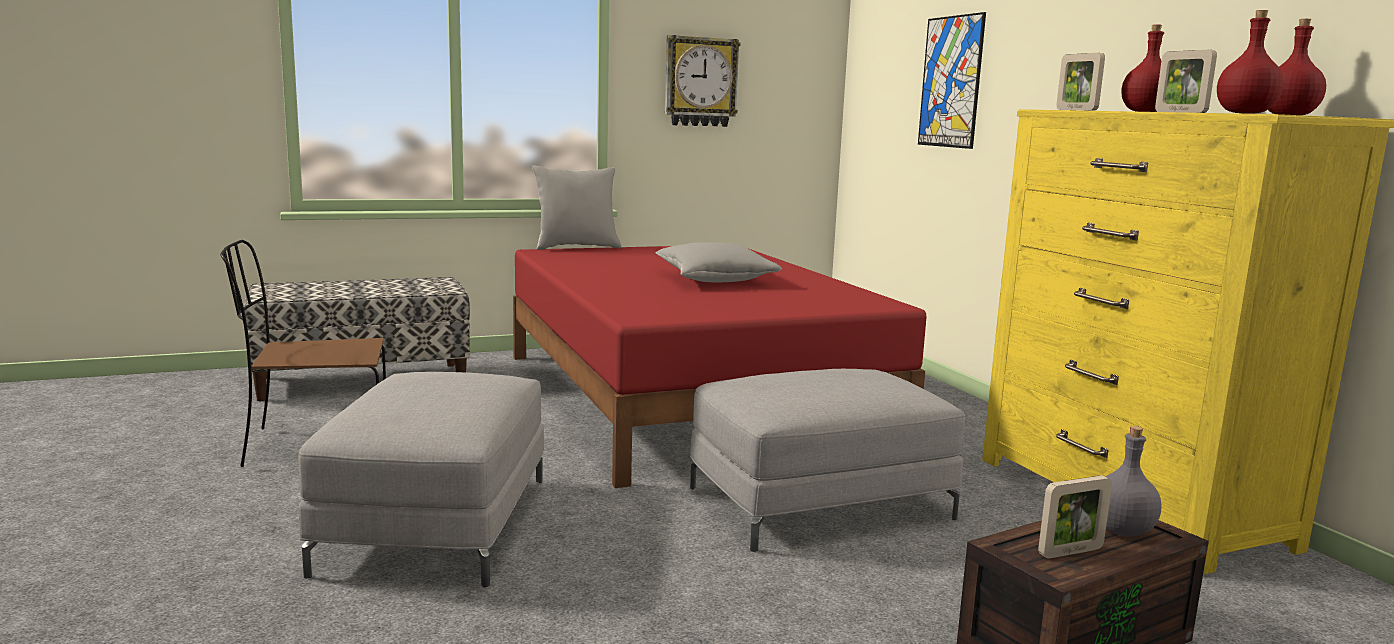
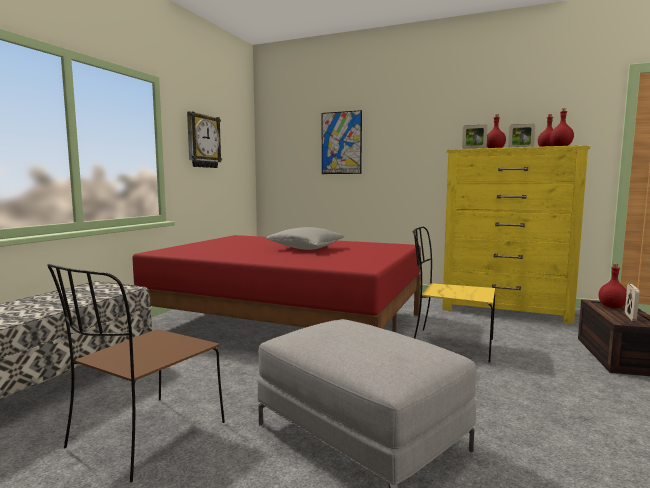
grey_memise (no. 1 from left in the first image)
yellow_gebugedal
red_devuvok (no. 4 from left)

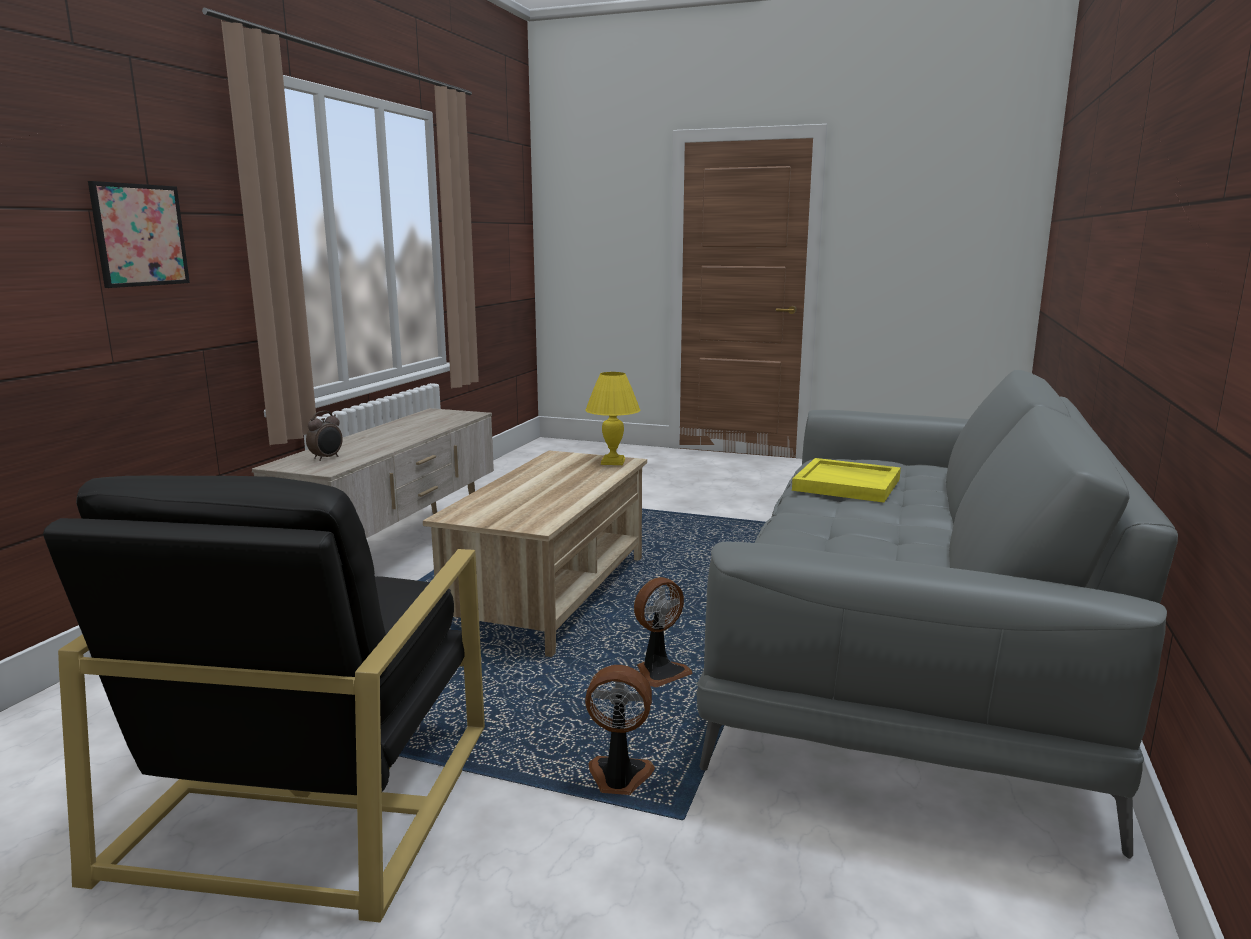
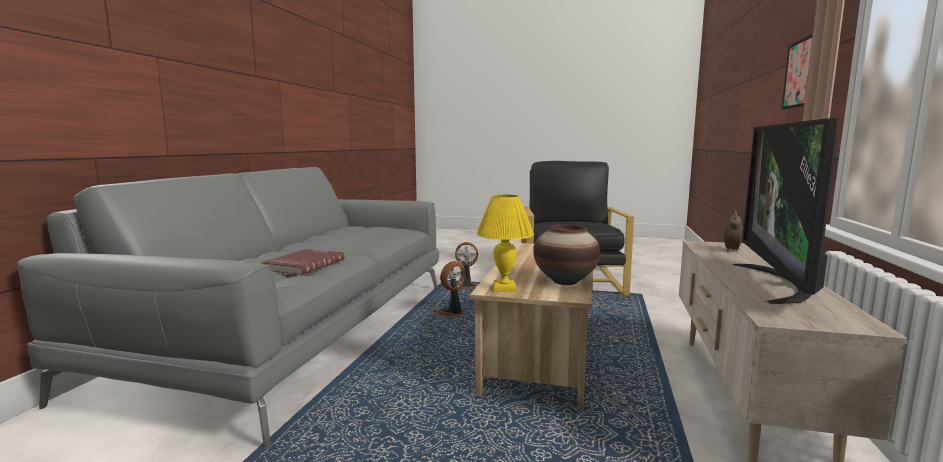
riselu
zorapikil
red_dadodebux

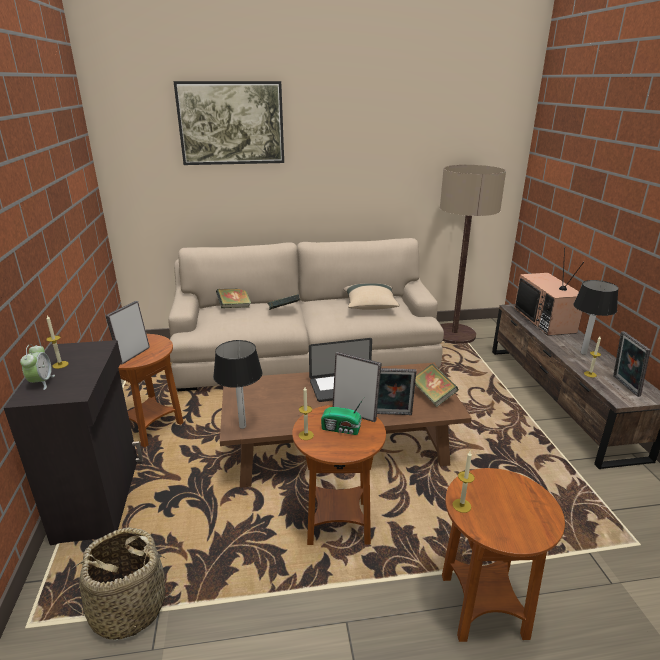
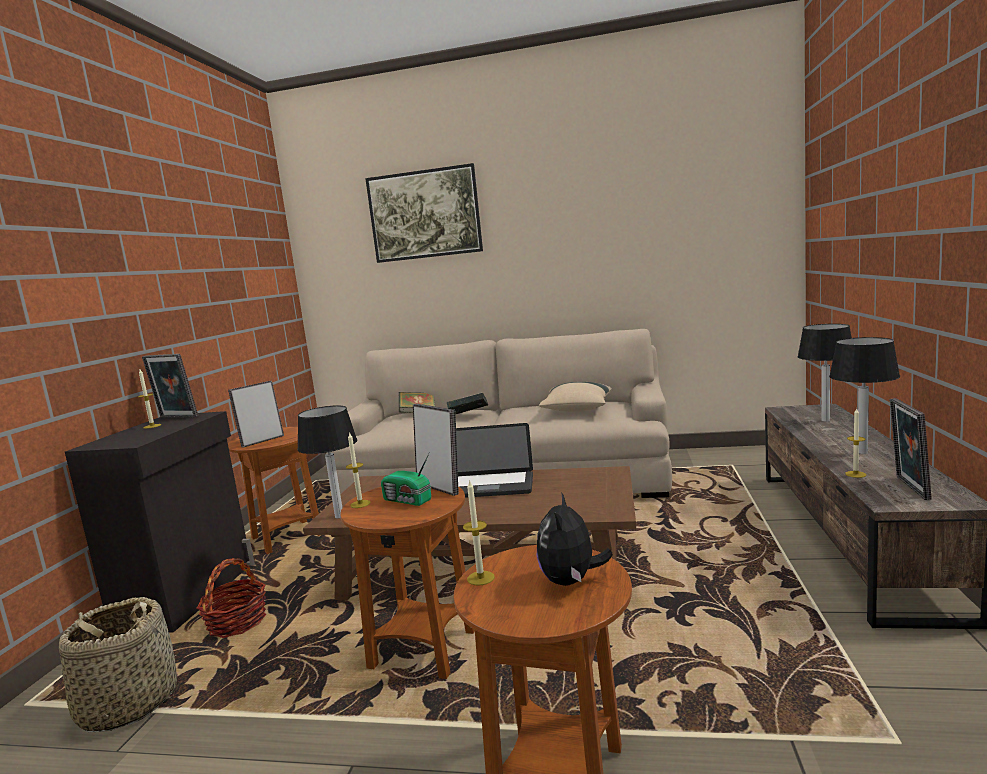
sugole
dadodebux (no. 3 from left in the first image)
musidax
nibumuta (no. 2 from left)
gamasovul
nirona (no. 1 from left)
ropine (no. 2 from left)

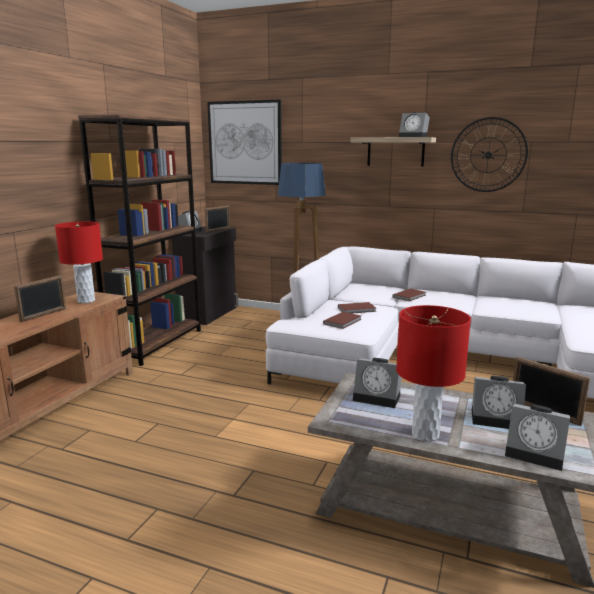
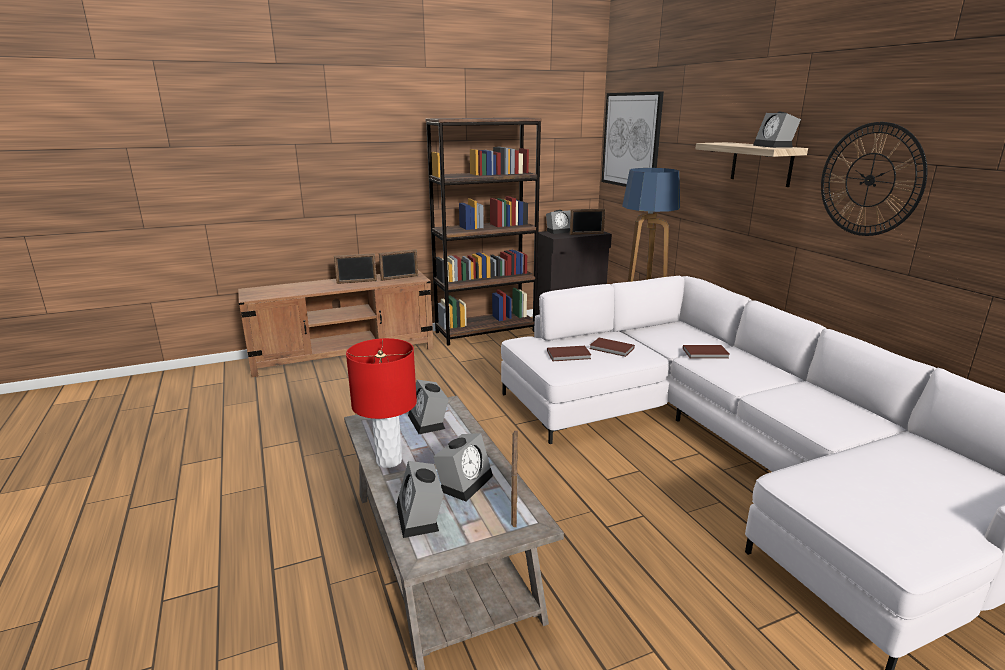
nirona (no. 2 from left)
sugole (no. 3 from left)

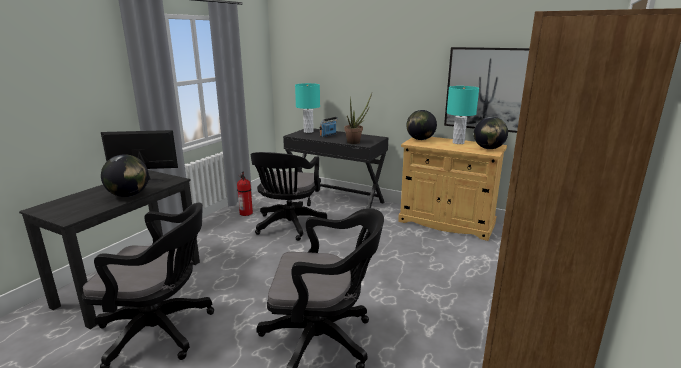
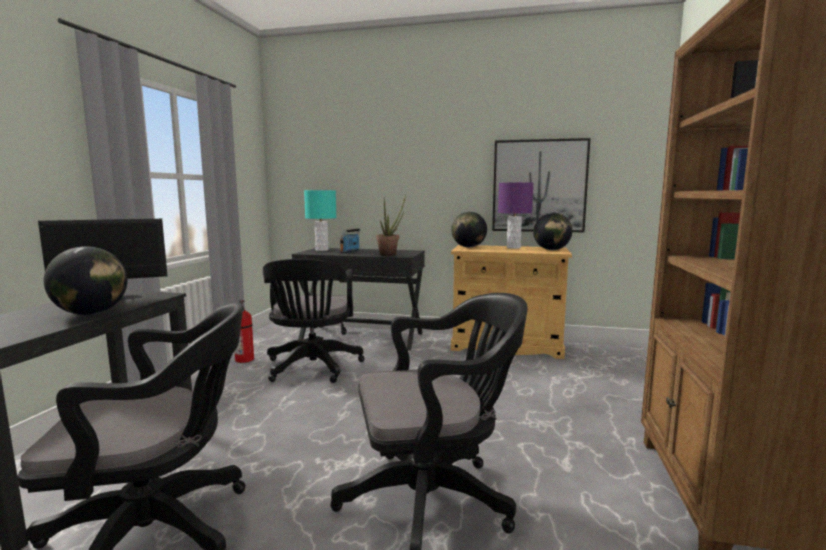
purple_ropine

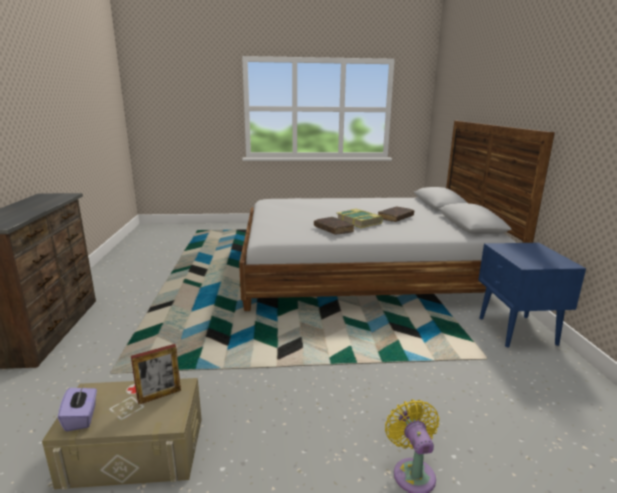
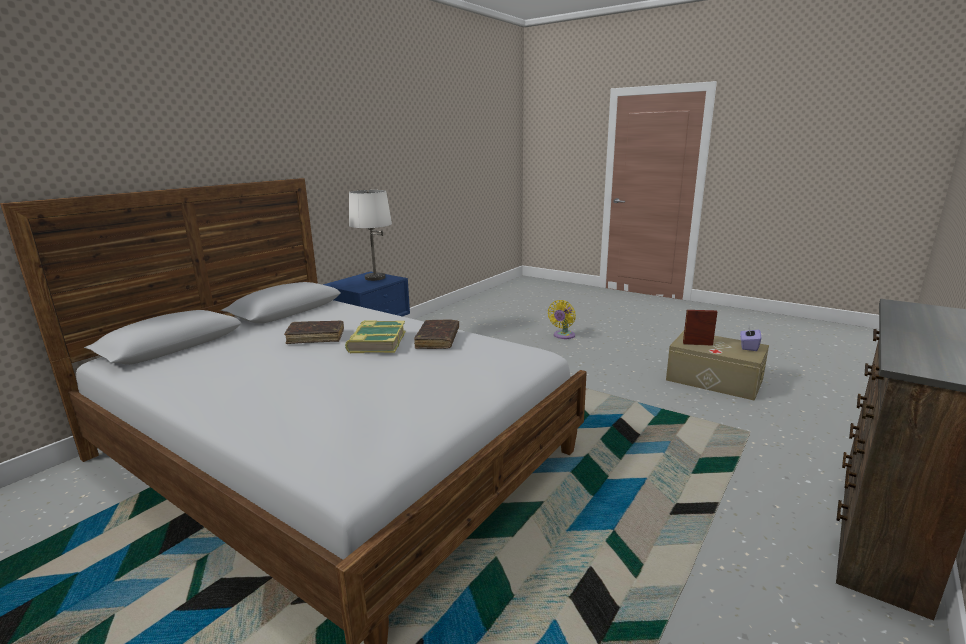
white_ropine

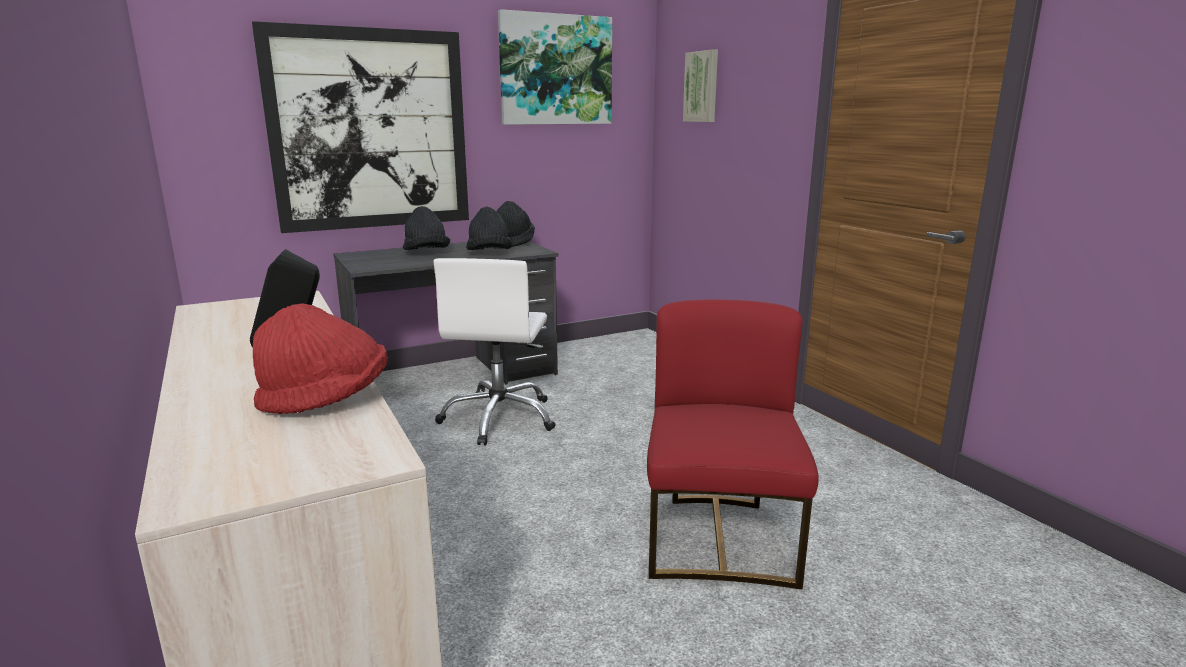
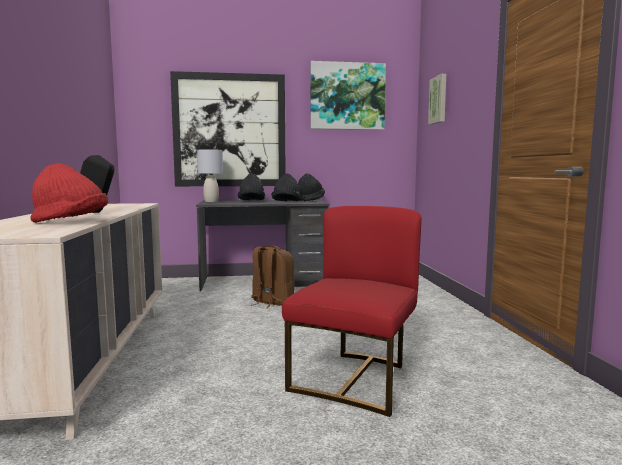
grey_ropine
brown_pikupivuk

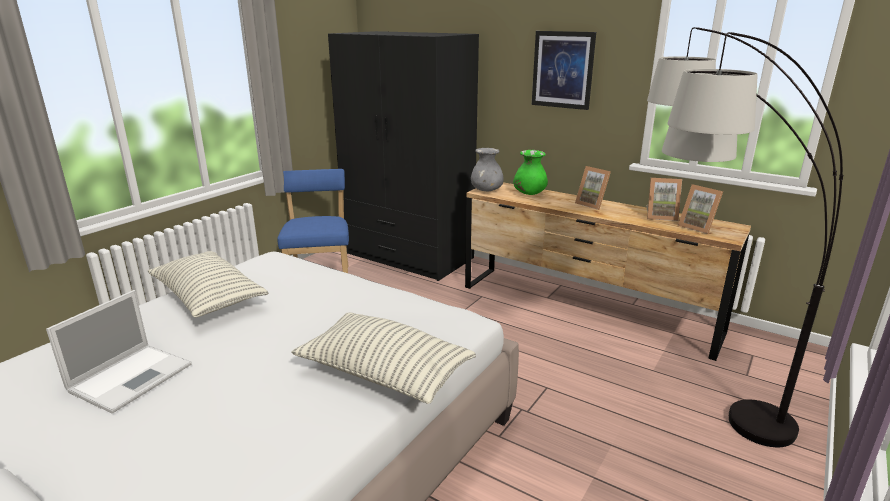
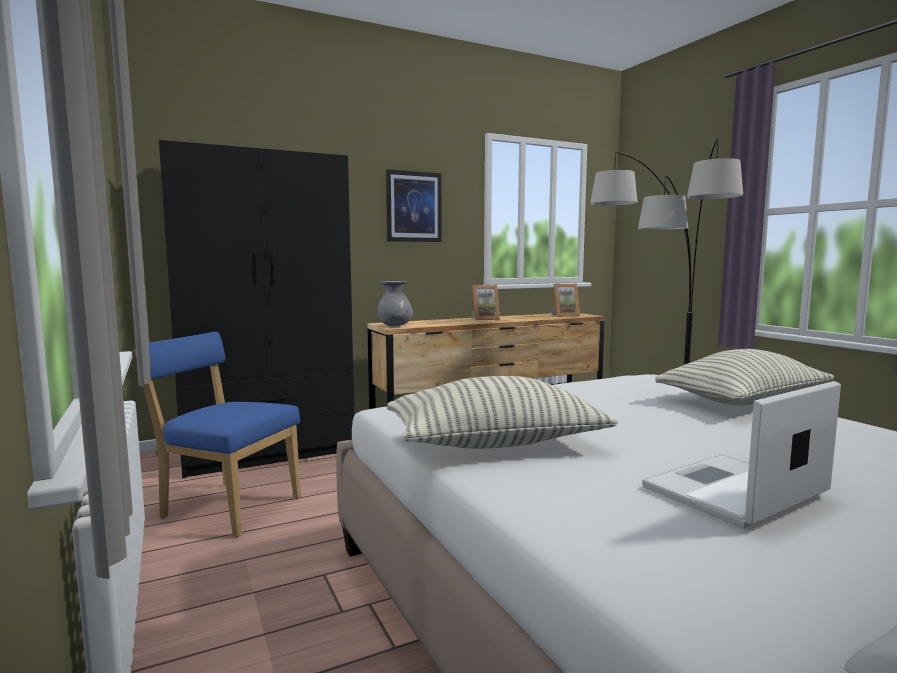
green_riselu
nirona (no. 2 from left in the first image)
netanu

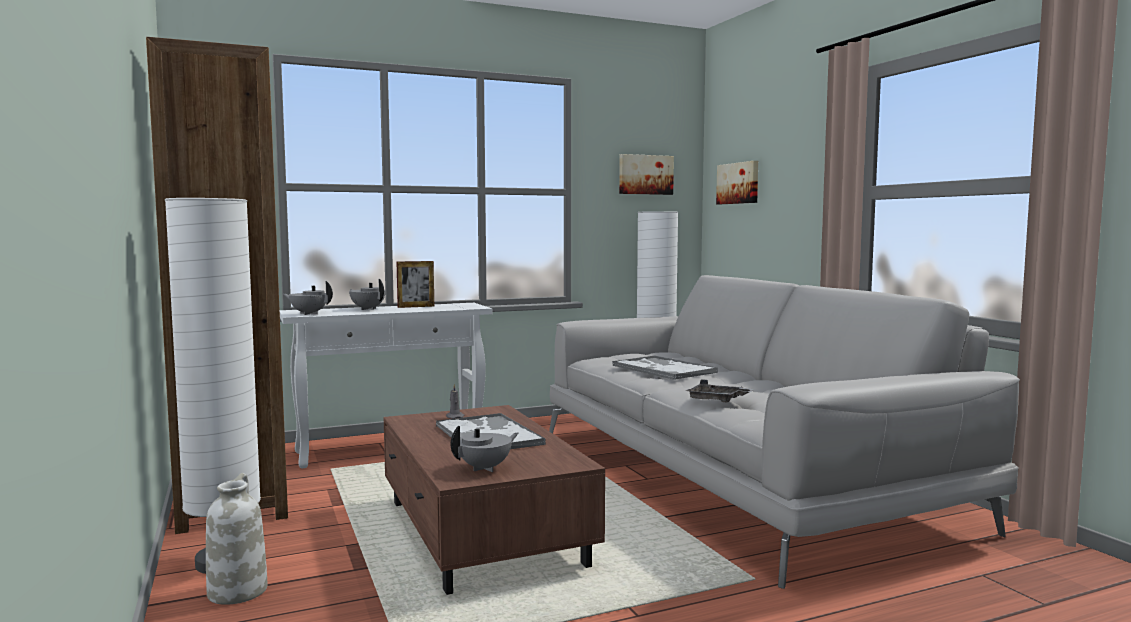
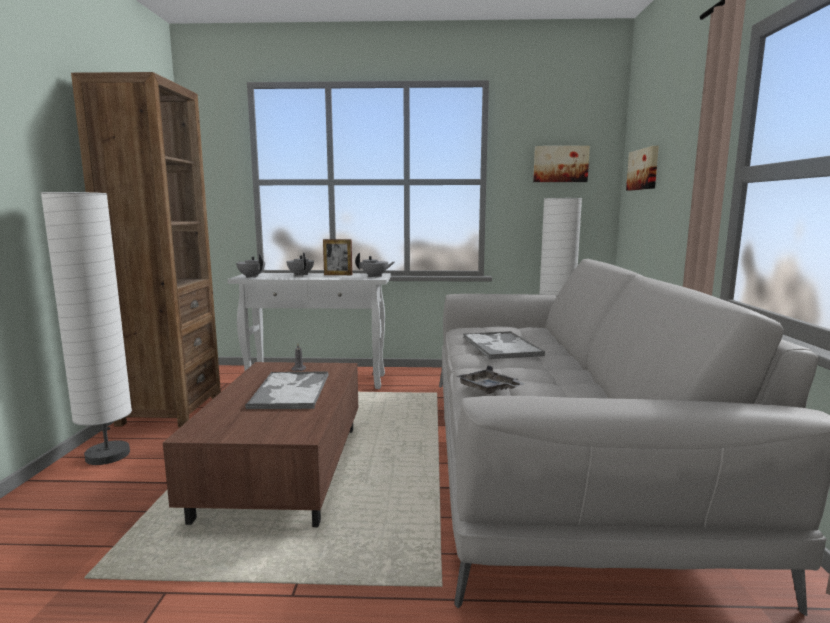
white_riselu
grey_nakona (no. 3 from left)

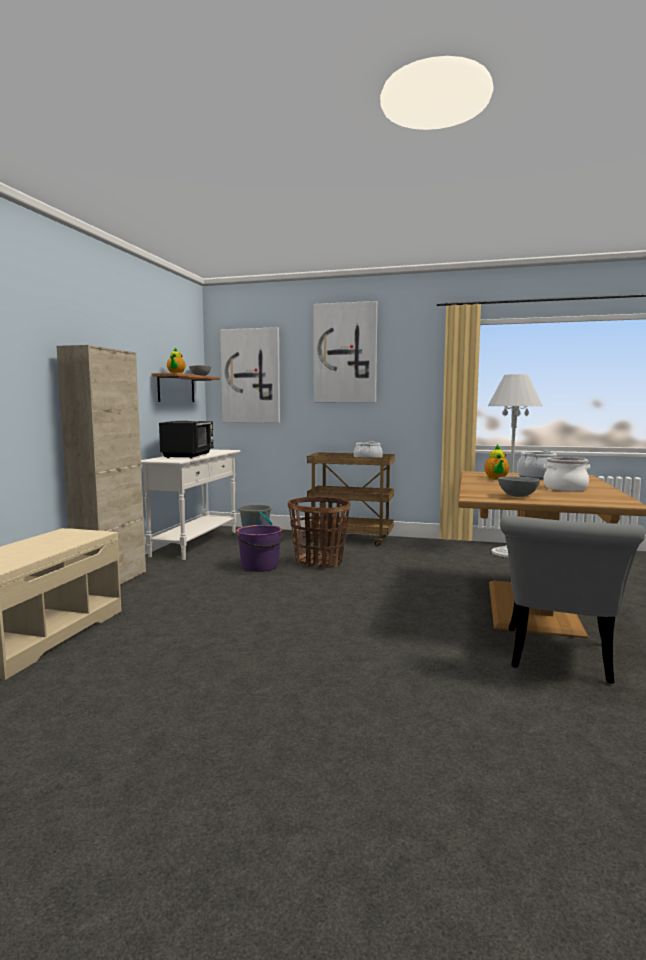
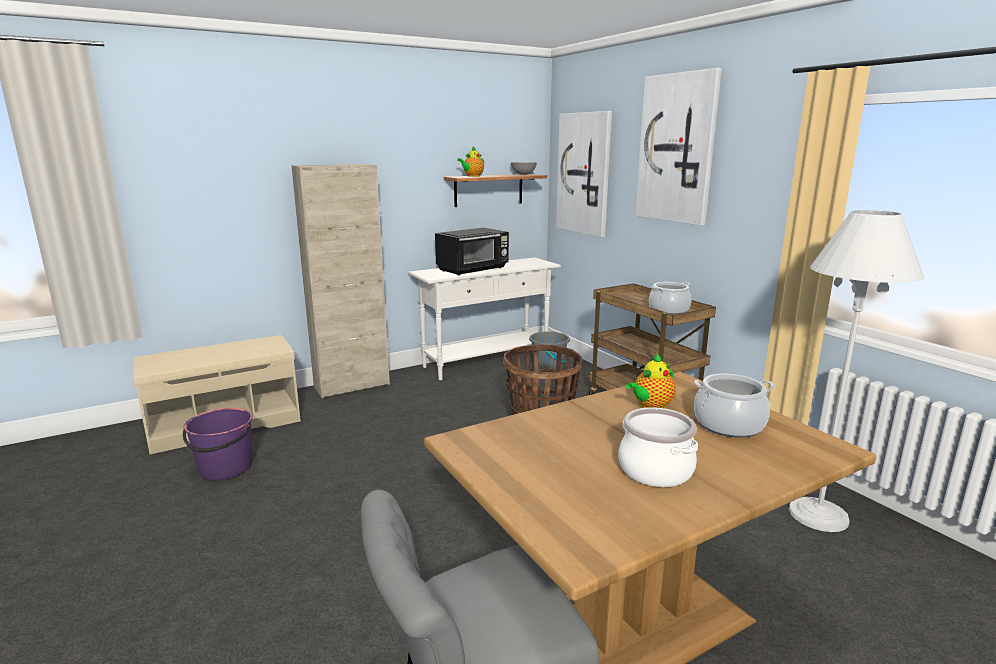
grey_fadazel (no. 2 from left in the first image)
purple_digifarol

